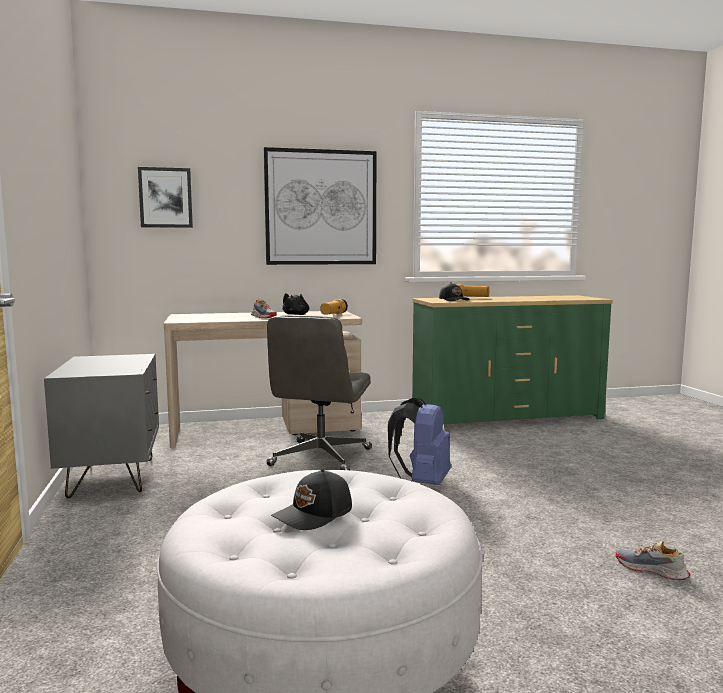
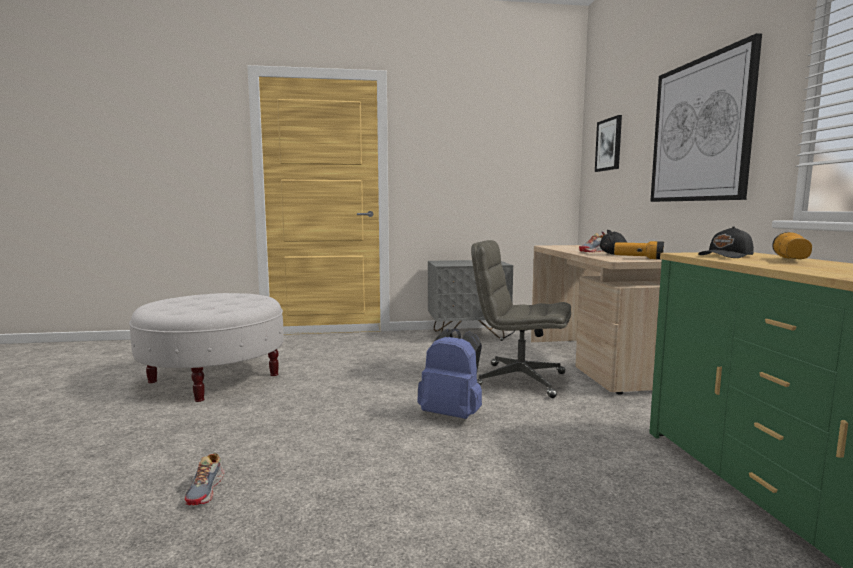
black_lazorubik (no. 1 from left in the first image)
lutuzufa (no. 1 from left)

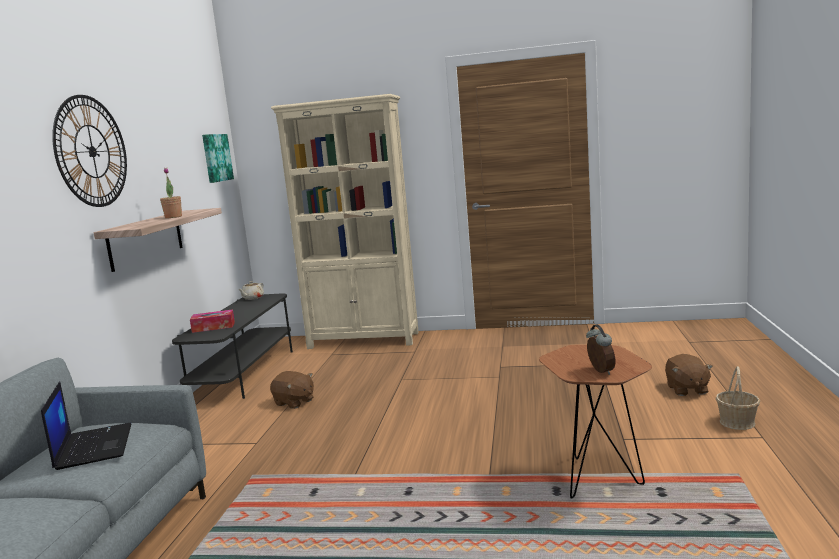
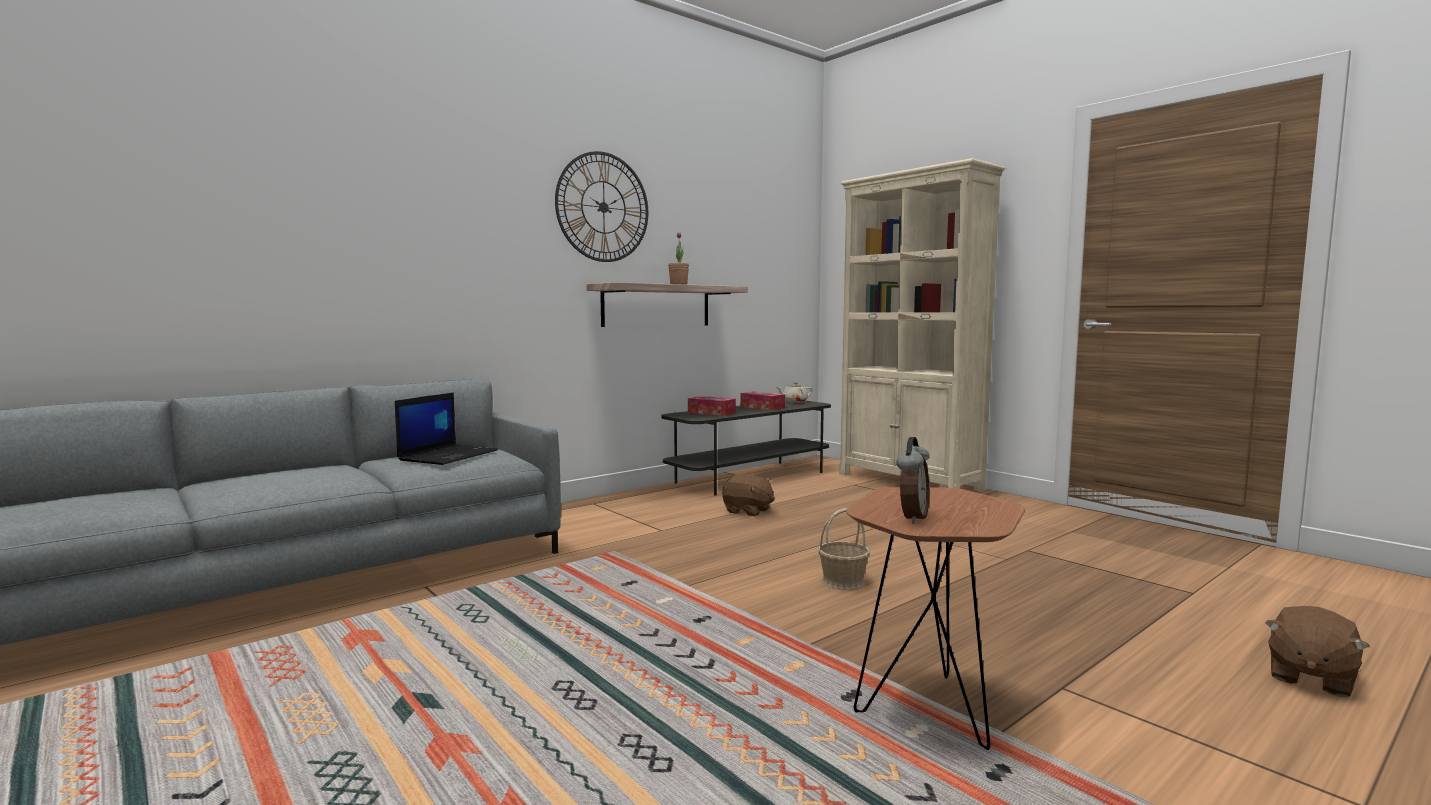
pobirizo
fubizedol (no. 2 from left)
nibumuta
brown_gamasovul (no. 1 from left)

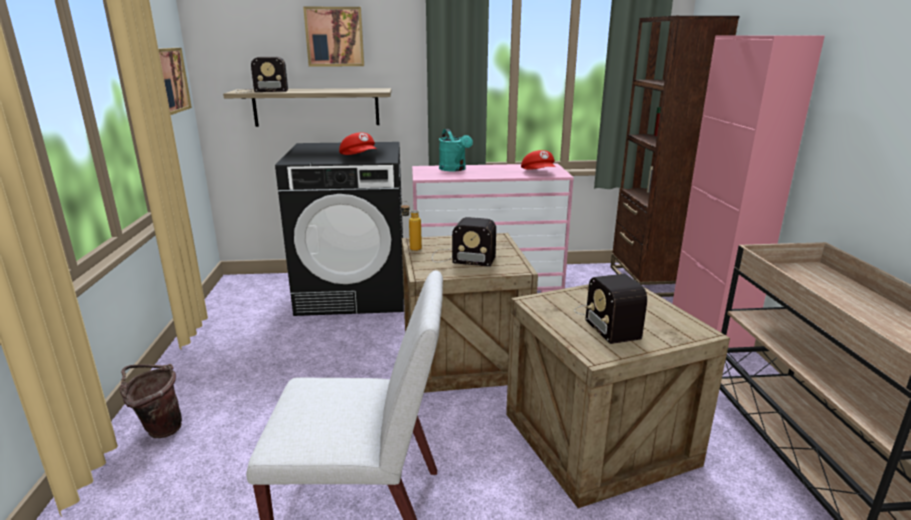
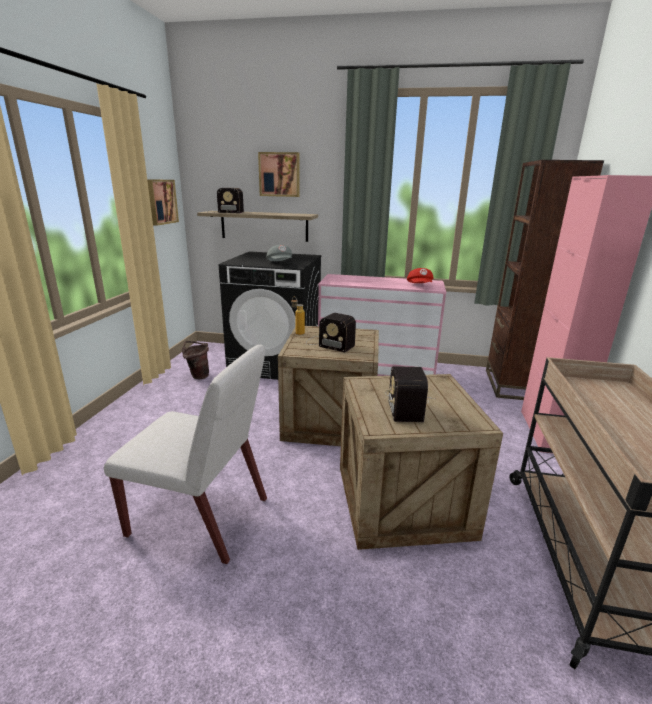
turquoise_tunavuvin
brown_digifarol
grey_lazorubik

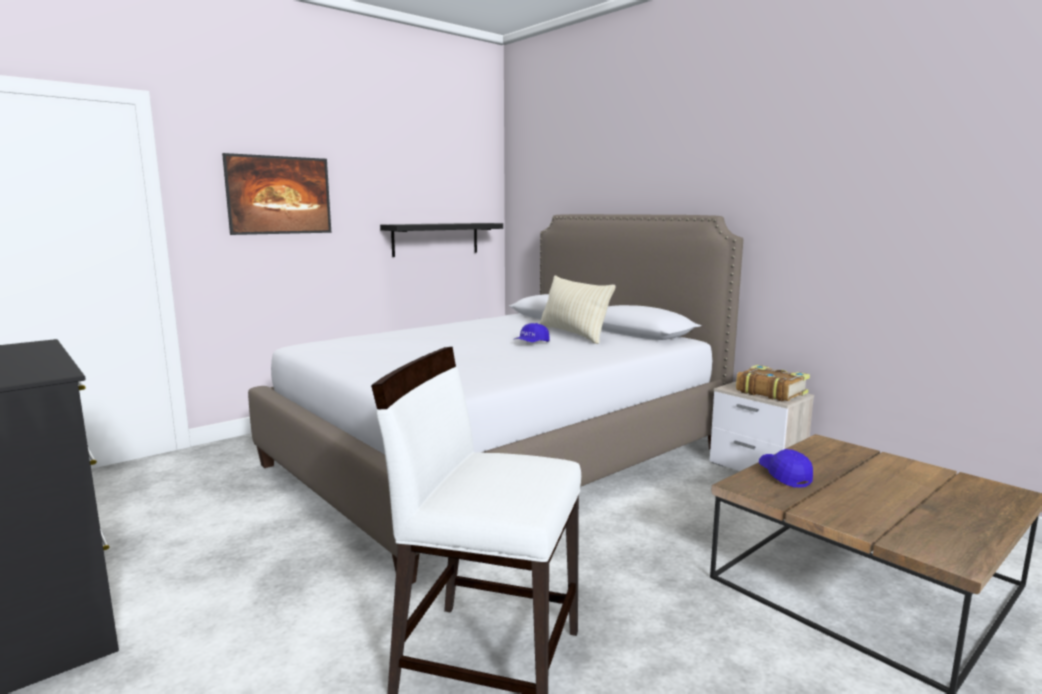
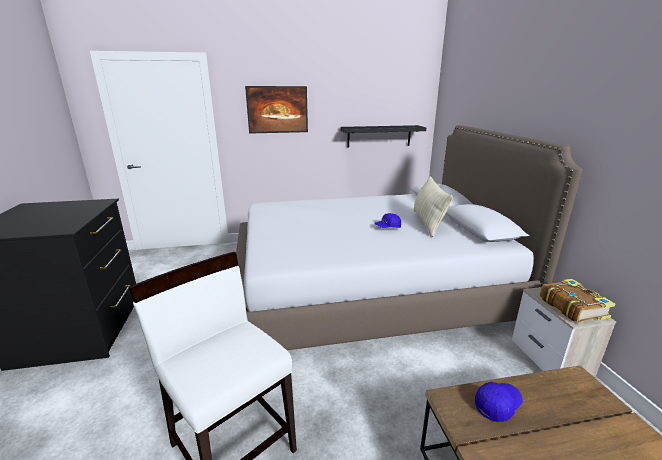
blue_lazorubik (no. 2 from left)

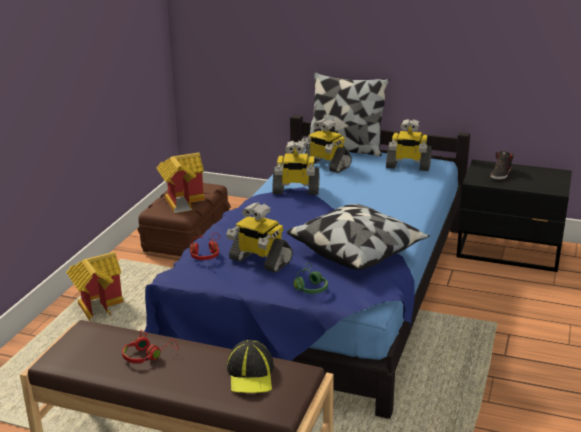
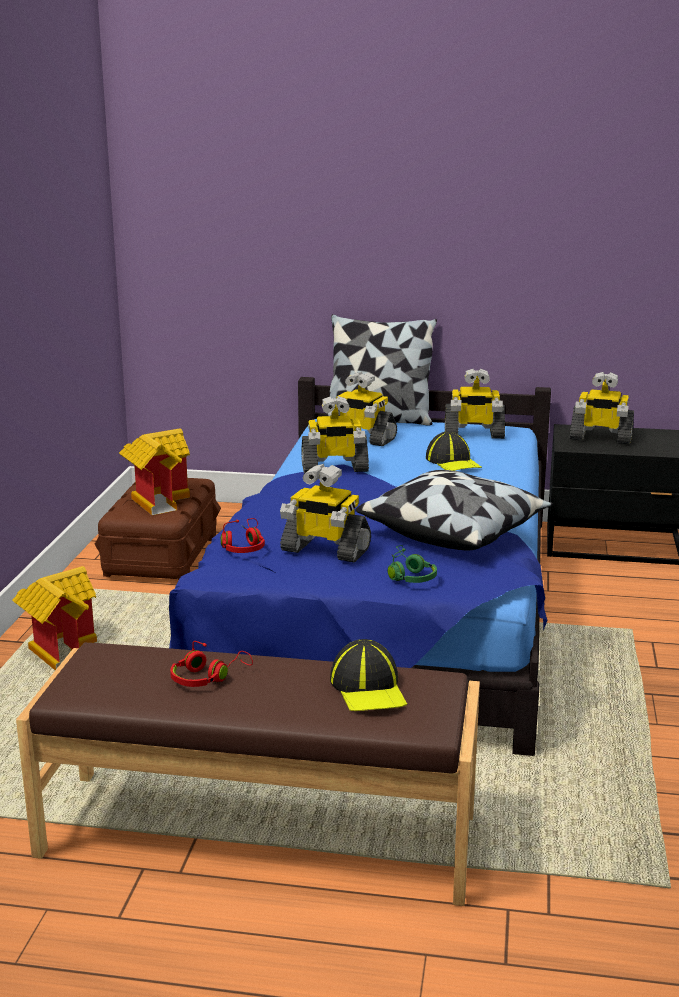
lazorubik (no. 2 from left)
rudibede (no. 5 from left)

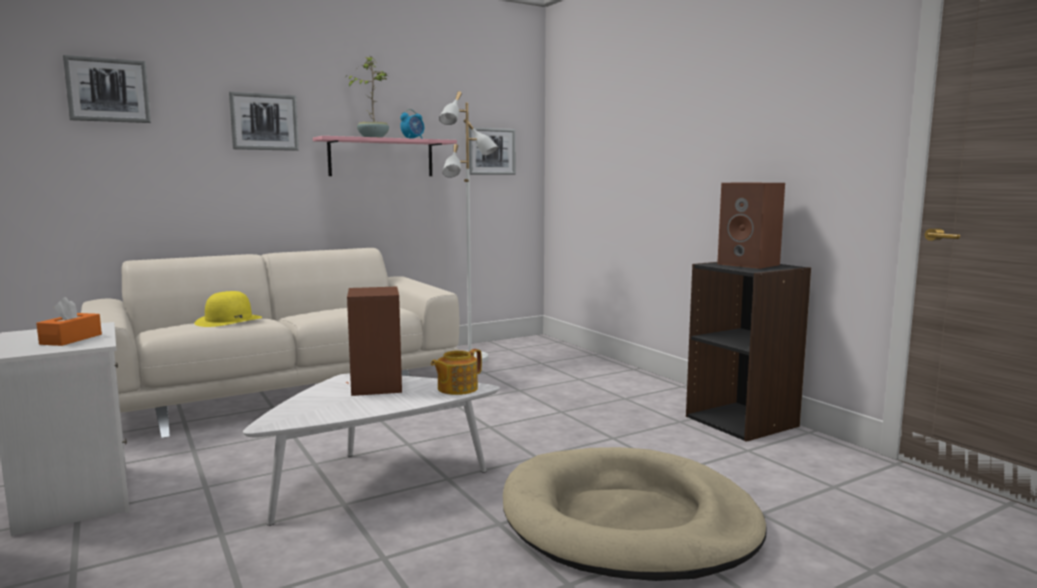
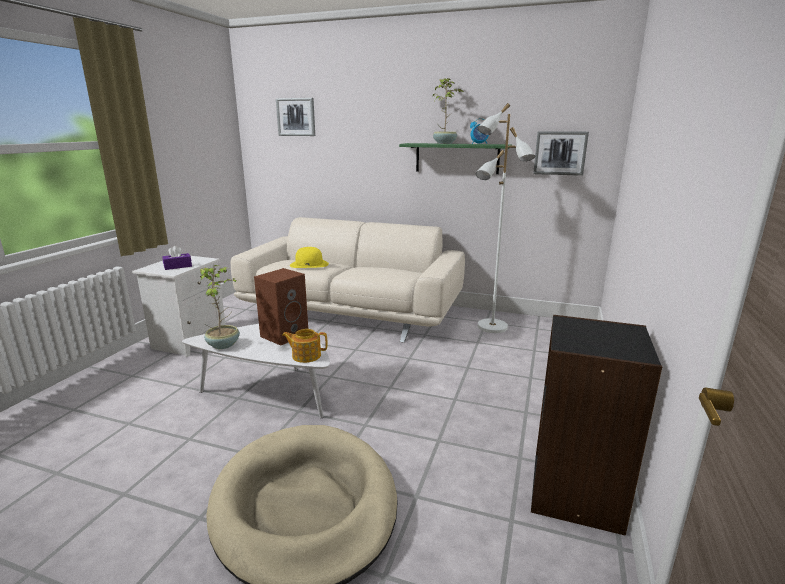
pobirizo (no. 2 from left in the first image)
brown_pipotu (no. 2 from left in the first image)
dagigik (no. 1 from left)
purple_fubizedol
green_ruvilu

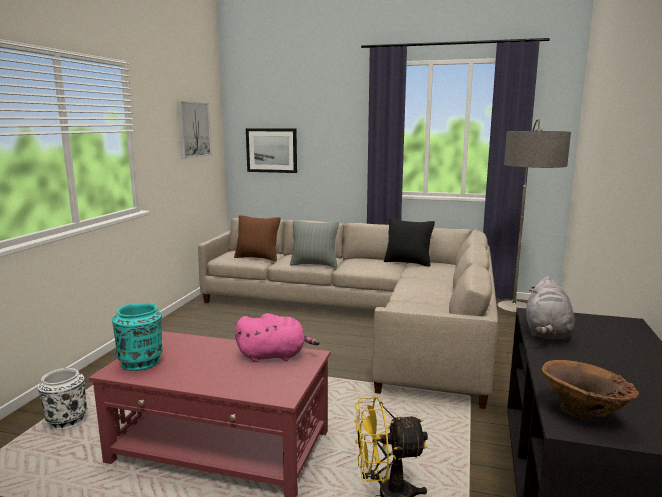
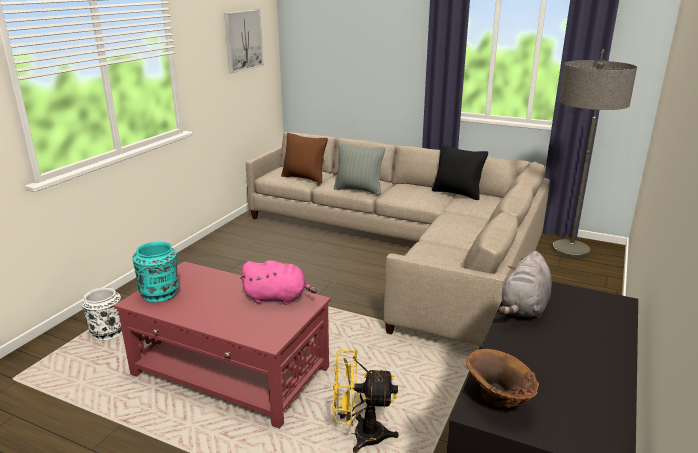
pobirizo (no. 2 from left in the first image)

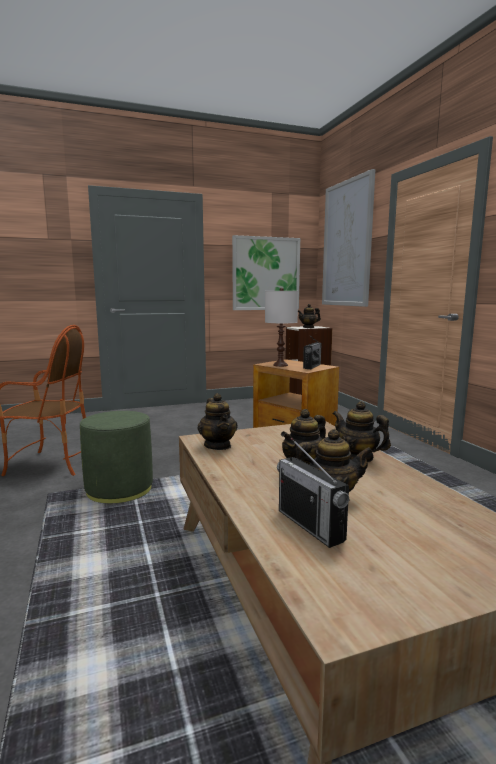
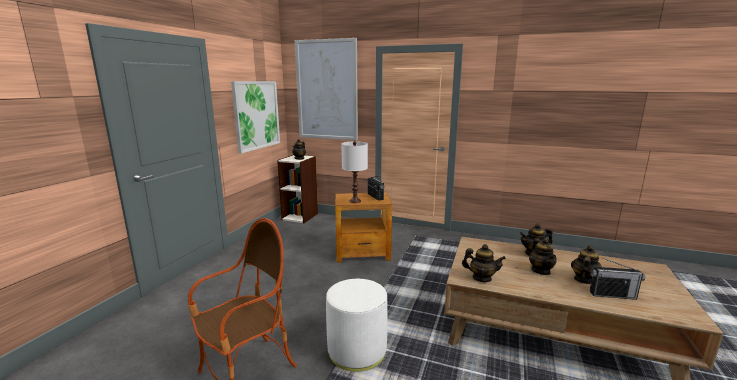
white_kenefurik

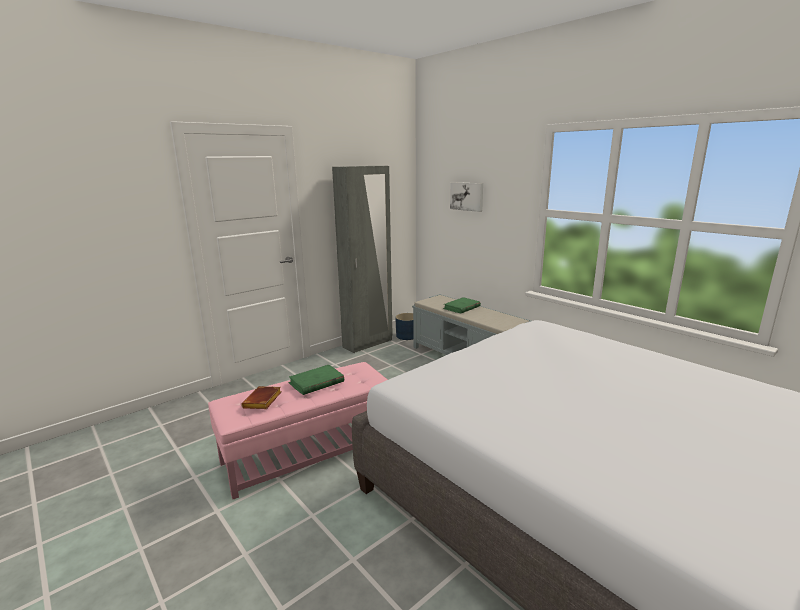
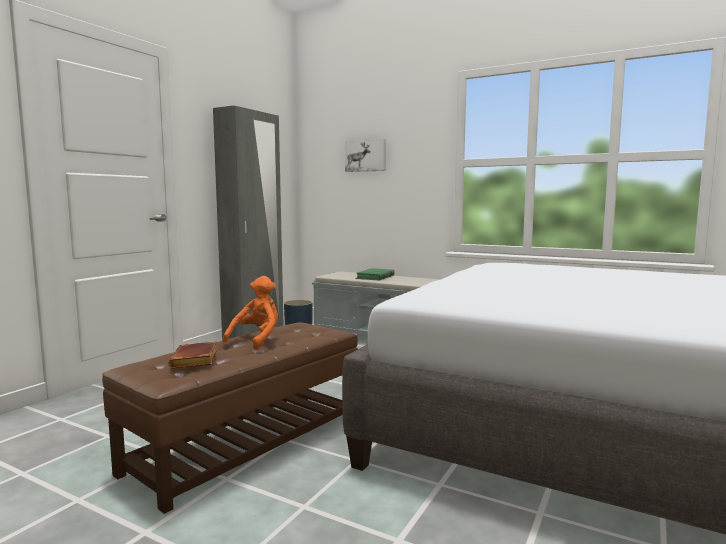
orange_gamasovul
brown_kenefurik

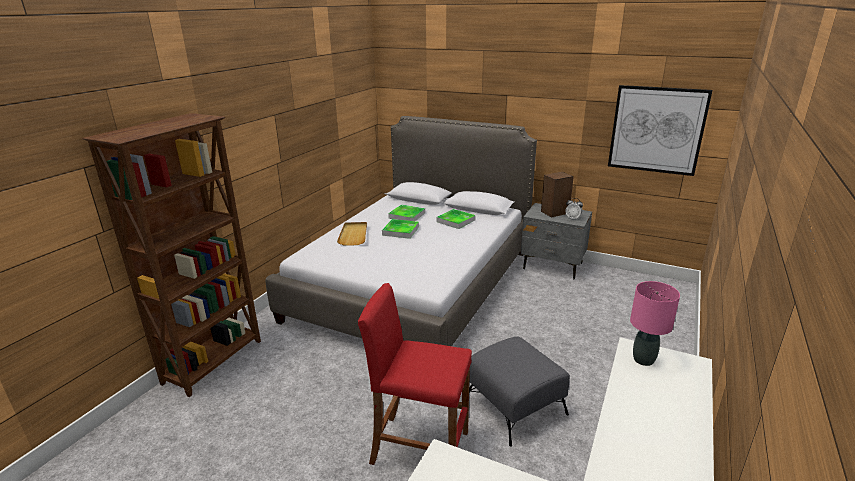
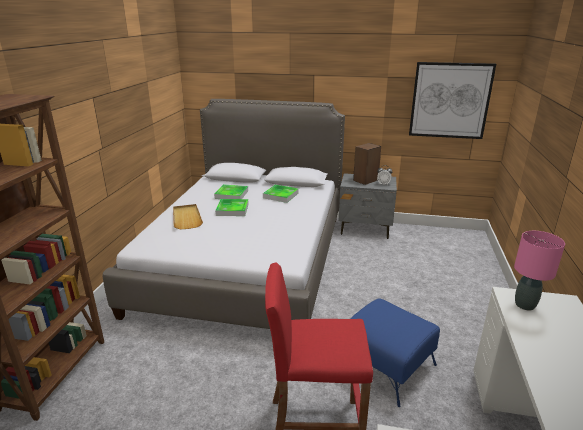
blue_kenefurik

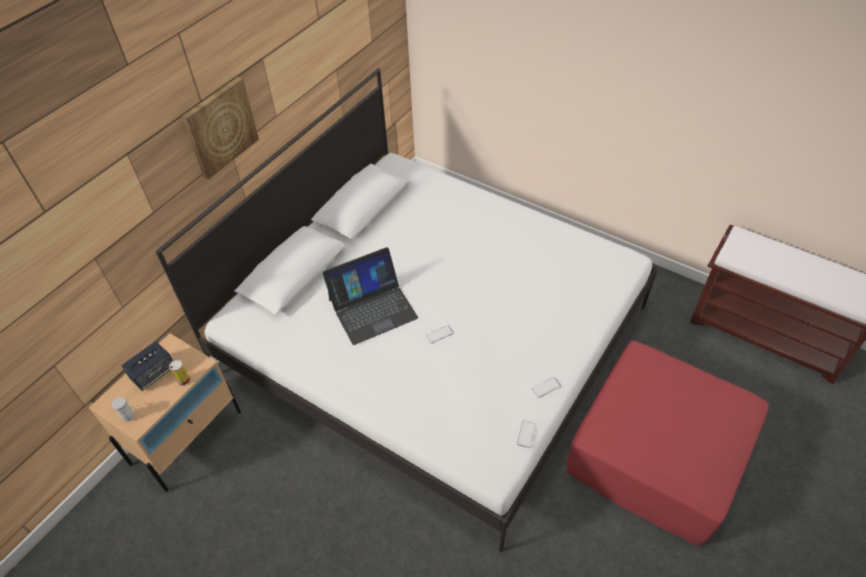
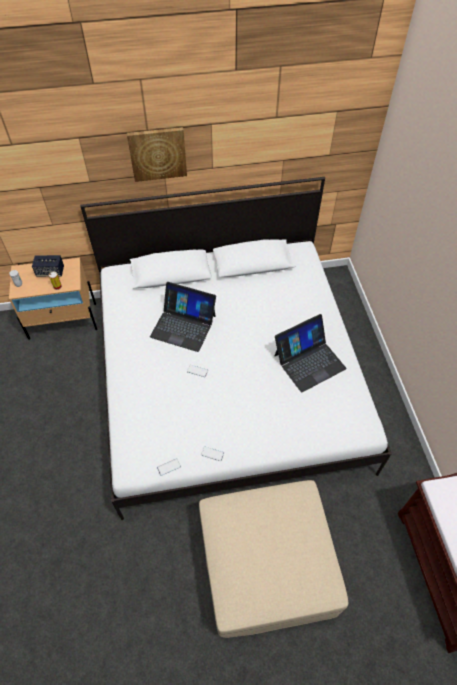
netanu (no. 2 from left)
beige_kenefurik

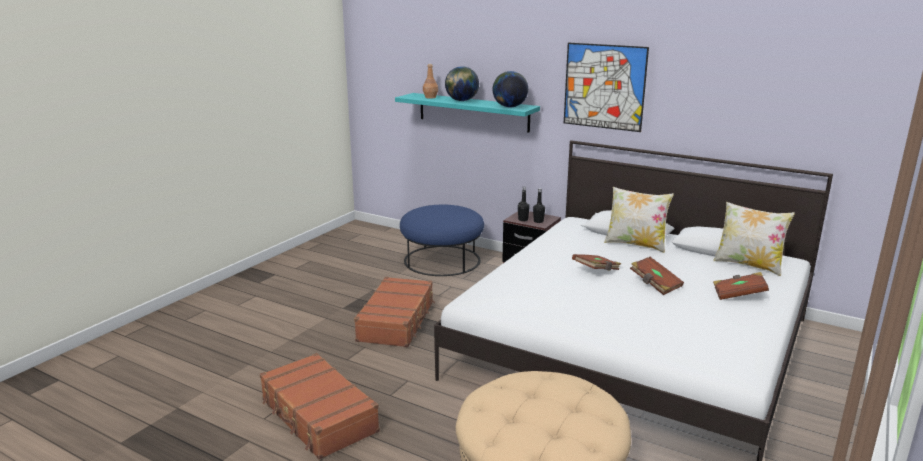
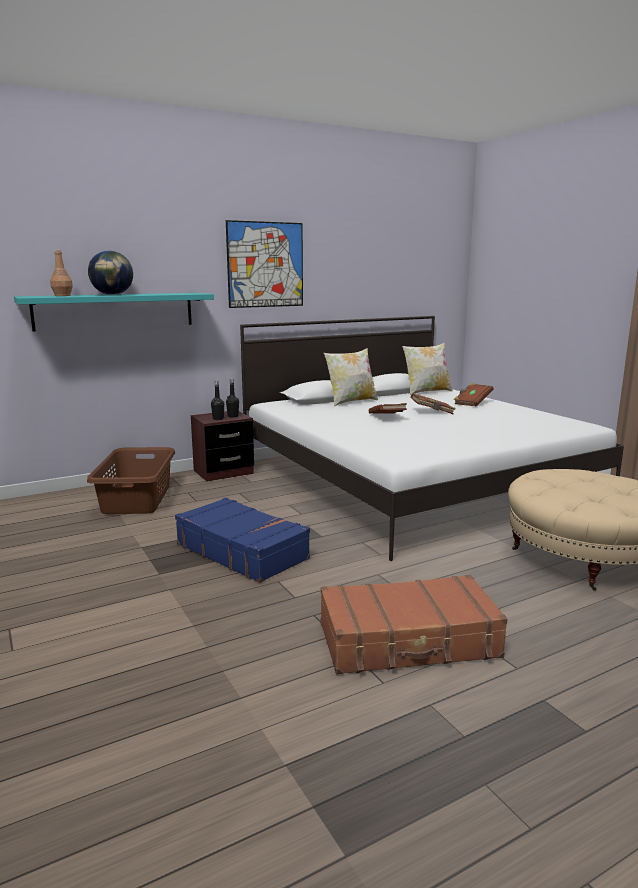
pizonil (no. 2 from left in the first image)
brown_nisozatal
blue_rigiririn

